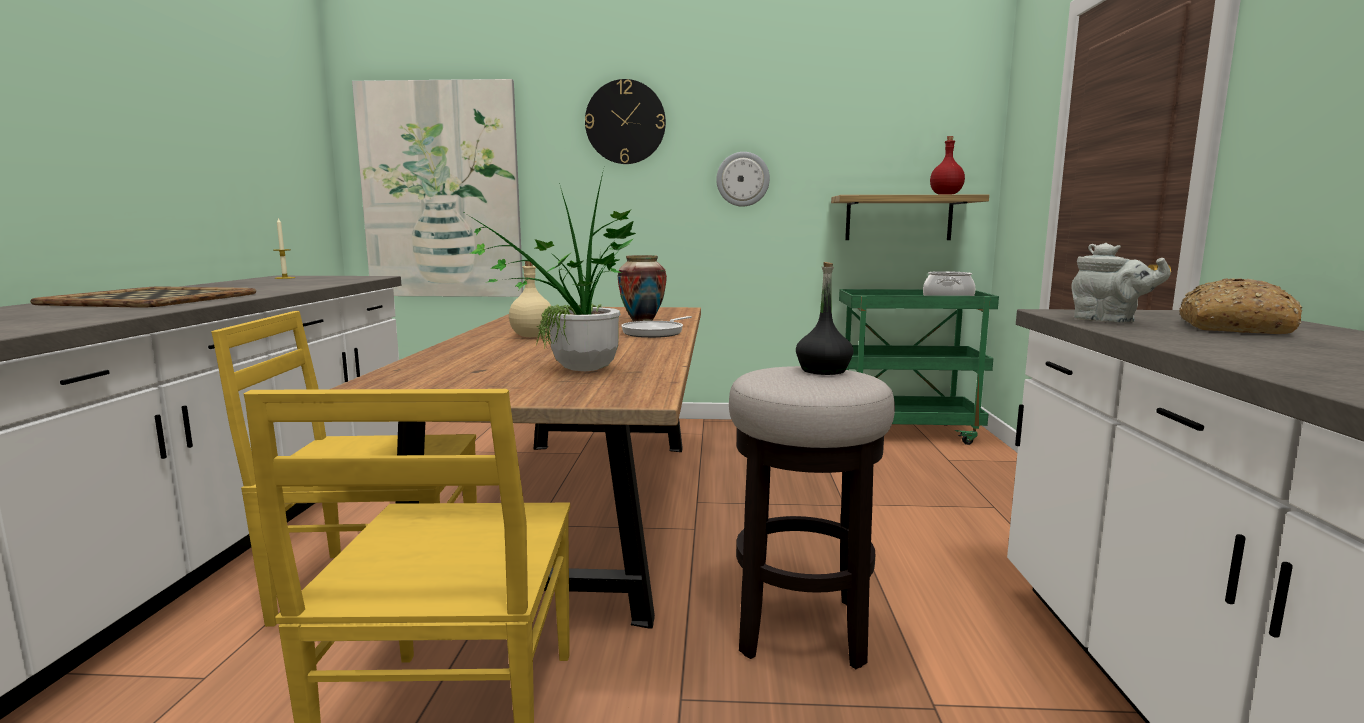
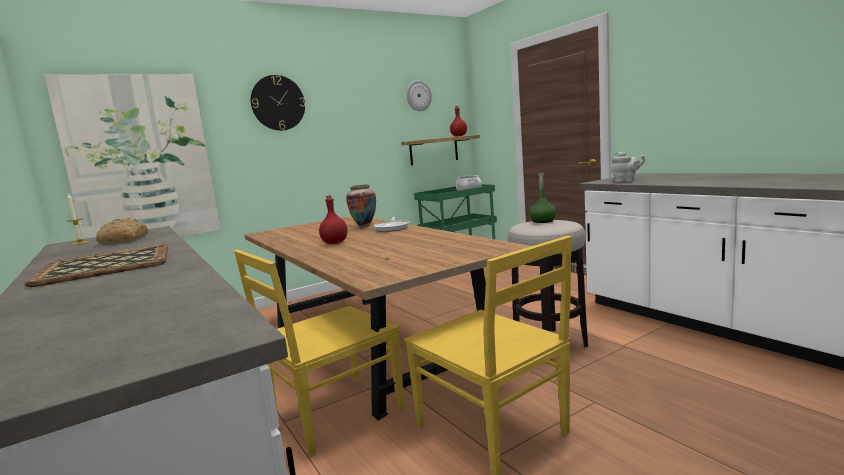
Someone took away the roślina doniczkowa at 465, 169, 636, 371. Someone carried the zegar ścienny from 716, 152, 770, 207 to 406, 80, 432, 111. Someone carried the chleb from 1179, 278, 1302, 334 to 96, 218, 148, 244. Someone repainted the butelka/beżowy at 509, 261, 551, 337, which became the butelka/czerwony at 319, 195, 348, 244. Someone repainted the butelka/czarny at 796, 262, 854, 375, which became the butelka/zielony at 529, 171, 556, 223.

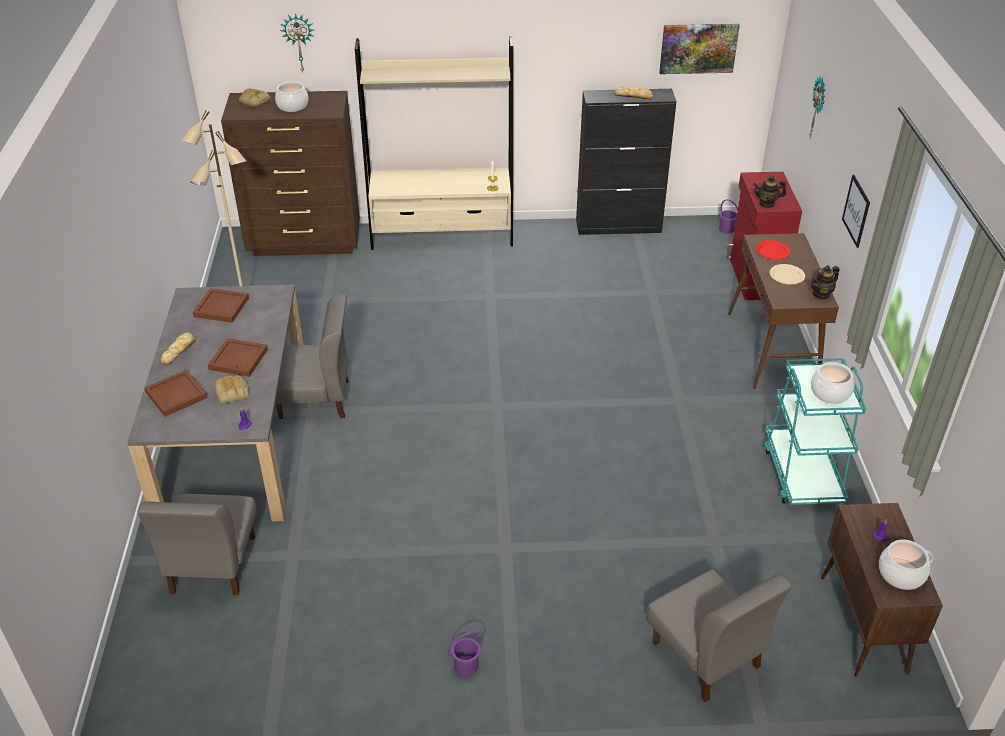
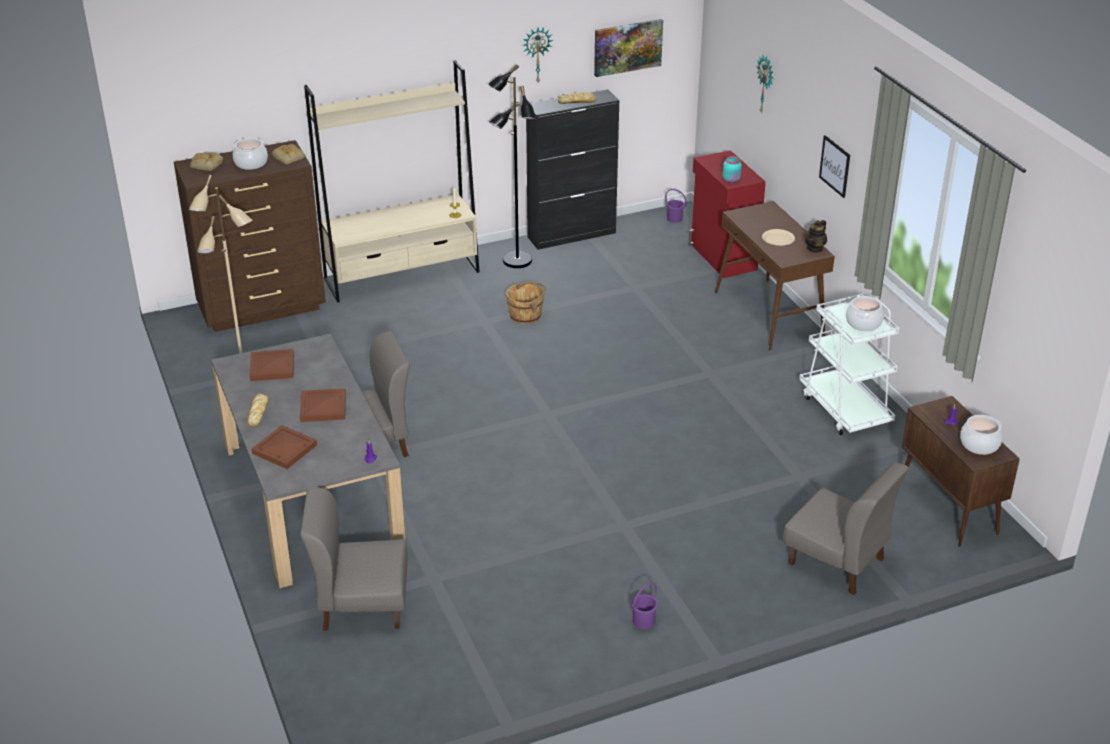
Someone took away the talerz/czerwony at 756, 240, 791, 260. Someone put down the lampa stojąca/czarny at 488, 64, 536, 268. Someone put down the wiadro/brązowy at 506, 281, 546, 324. Someone carried the chleb from 215, 375, 249, 403 to 272, 144, 305, 164. Someone carried the zegar ścienny from 280, 13, 314, 72 to 522, 27, 553, 82. Someone swapped the imbryk at 753, 176, 786, 208 for the słoik/turkusowy at 723, 156, 742, 183. Someone repainted the wózek/turkusowy at 764, 358, 866, 505, which became the wózek/biały at 799, 294, 899, 435. Someone rotated the krzesło/szary at 138, 494, 257, 595 by 105 degrees clockwise.

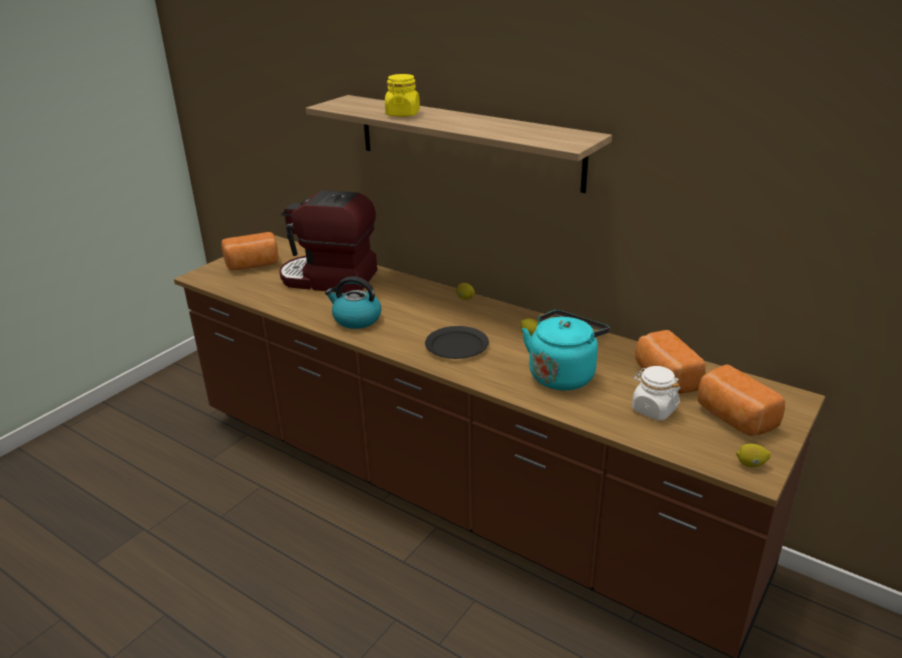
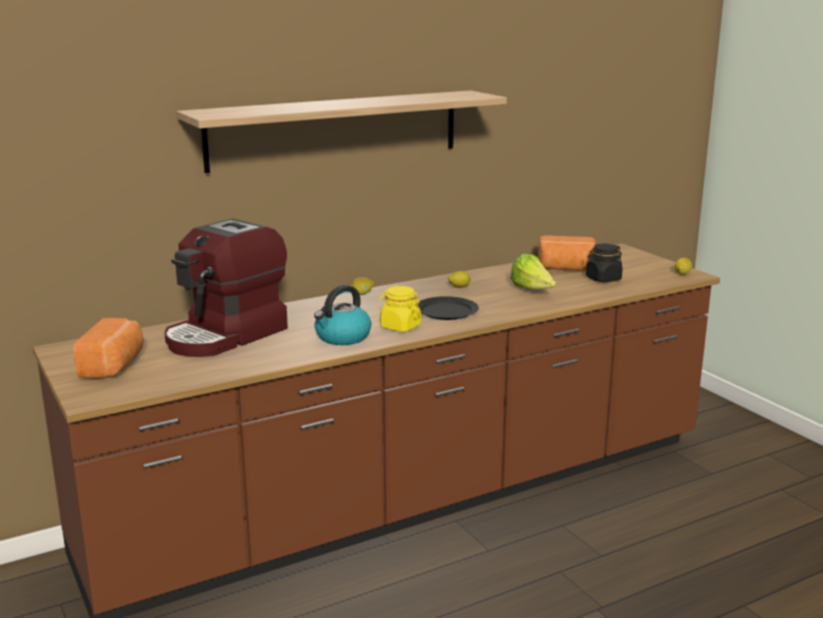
Someone took away the chleb at 698, 364, 785, 436. Someone carried the słoik/żółty from 385, 74, 420, 117 to 380, 286, 421, 332. Someone swapped the czajnik/turkusowy at 522, 310, 609, 390 for the sałata at 510, 254, 556, 290. Someone repainted the słoik/biały at 632, 366, 681, 420, which became the słoik/czarny at 586, 244, 622, 282.

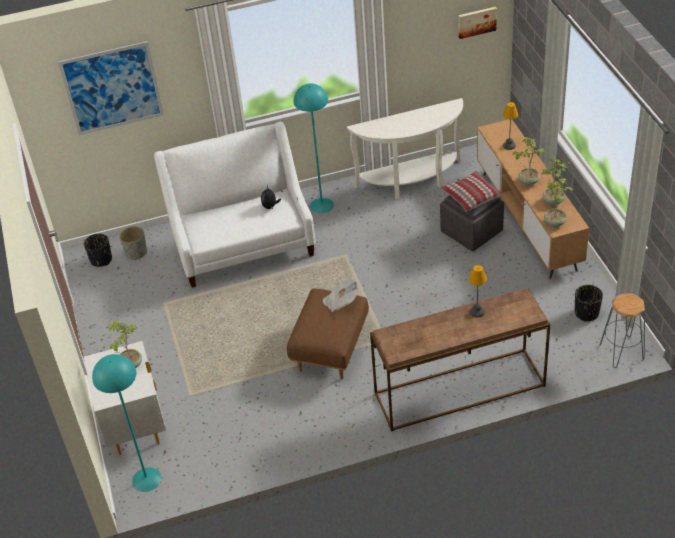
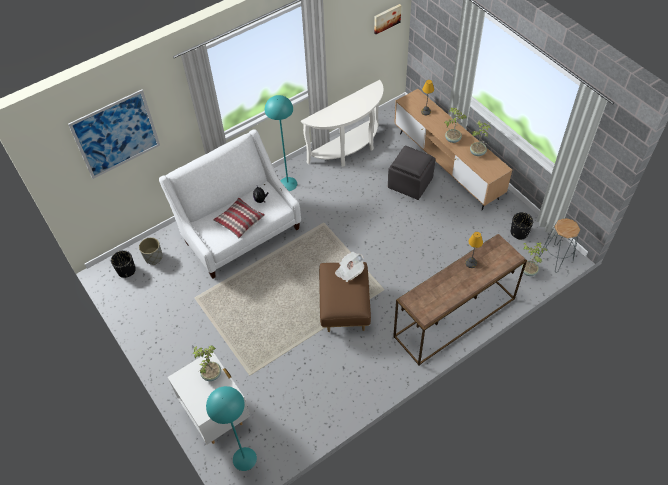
Someone carried the poduszka from 441, 171, 503, 211 to 213, 198, 265, 239. Someone carried the roślina doniczkowa from 544, 179, 572, 227 to 521, 242, 547, 276.

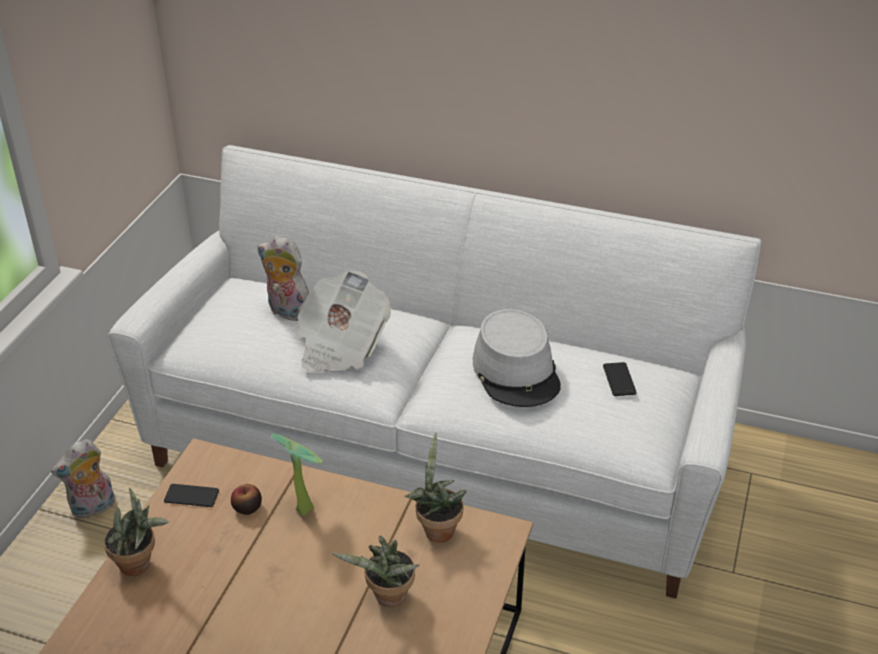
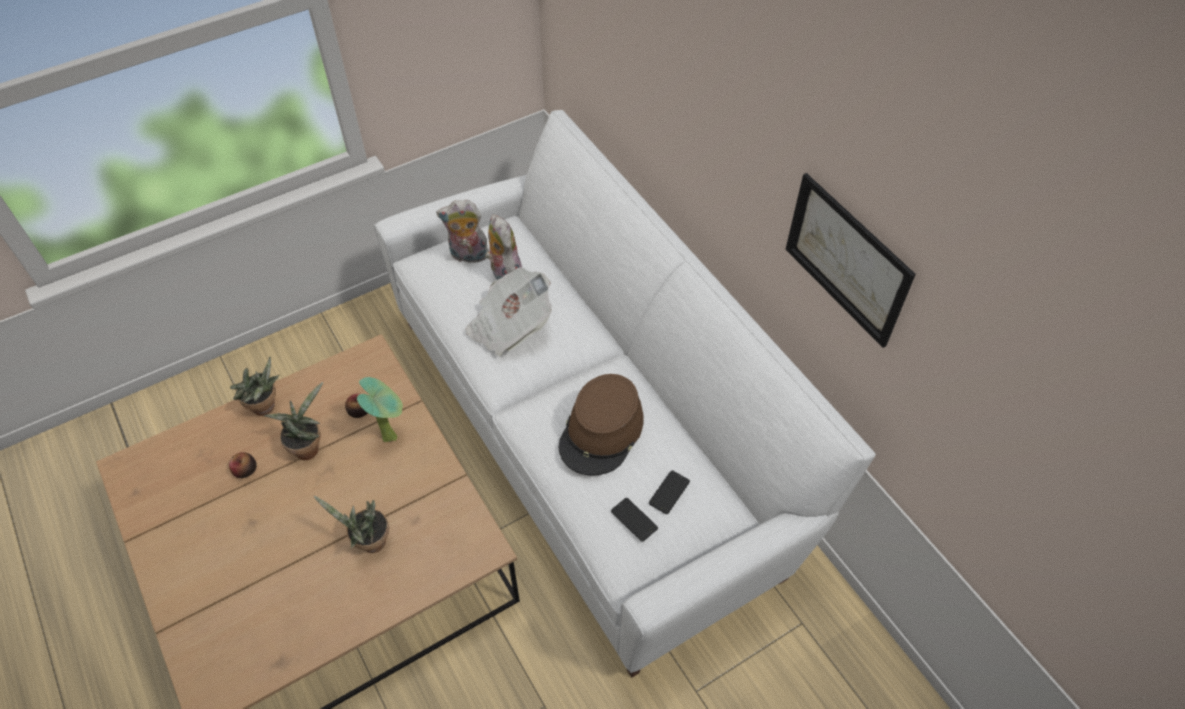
Someone put down the jabłko at 229, 452, 257, 478. Someone put up the obraz at 785, 173, 916, 348. Someone carried the pluszak from 51, 439, 115, 519 to 436, 200, 489, 263. Someone carried the telefon from 164, 484, 219, 507 to 611, 498, 658, 542. Someone carried the roślina doniczkowa from 405, 432, 467, 543 to 264, 382, 323, 460. Someone repainted the kapelusz/szary at 473, 309, 561, 407, which became the kapelusz/brązowy at 558, 374, 644, 476.

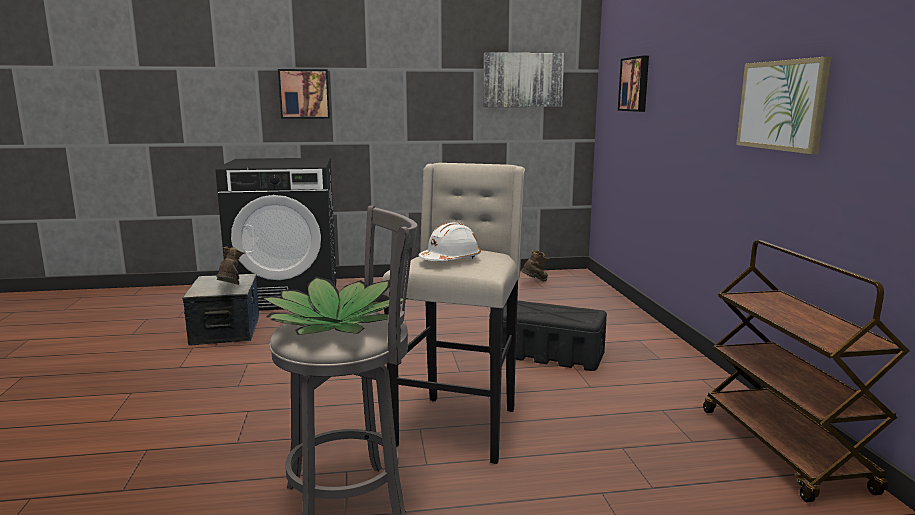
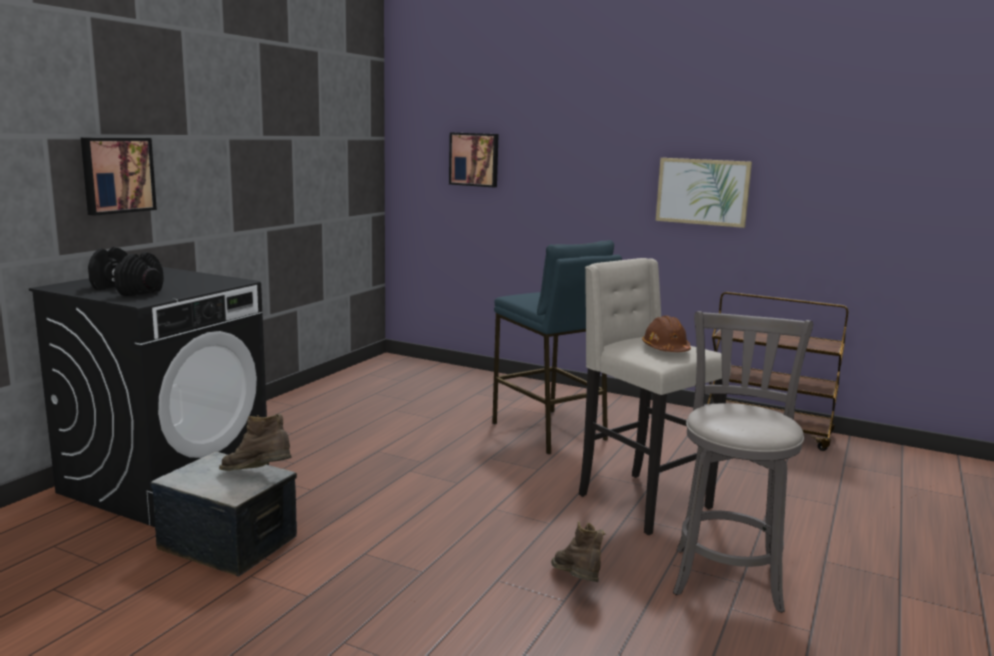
Someone took away the roślina doniczkowa at 262, 276, 408, 335. Someone took away the obraz at 483, 52, 564, 107. Someone put down the hantel/czarny at 88, 247, 164, 296. Someone carried the but z cholewką/brązowy from 521, 251, 549, 281 to 551, 521, 606, 582. Someone swapped the pojemnik do przechowywania/czarny at 489, 300, 607, 371 for the stołek/niebieski at 492, 240, 622, 455. Someone repainted the kask/biały at 418, 222, 481, 261, which became the kask/brązowy at 642, 315, 691, 352.

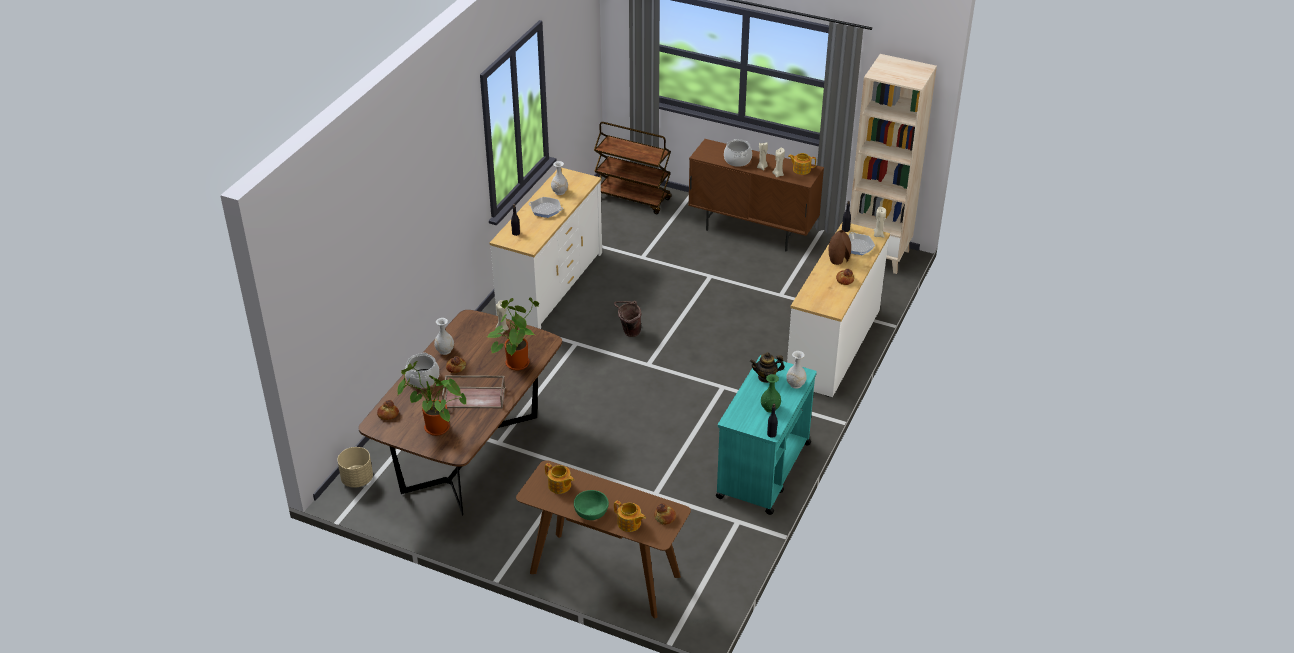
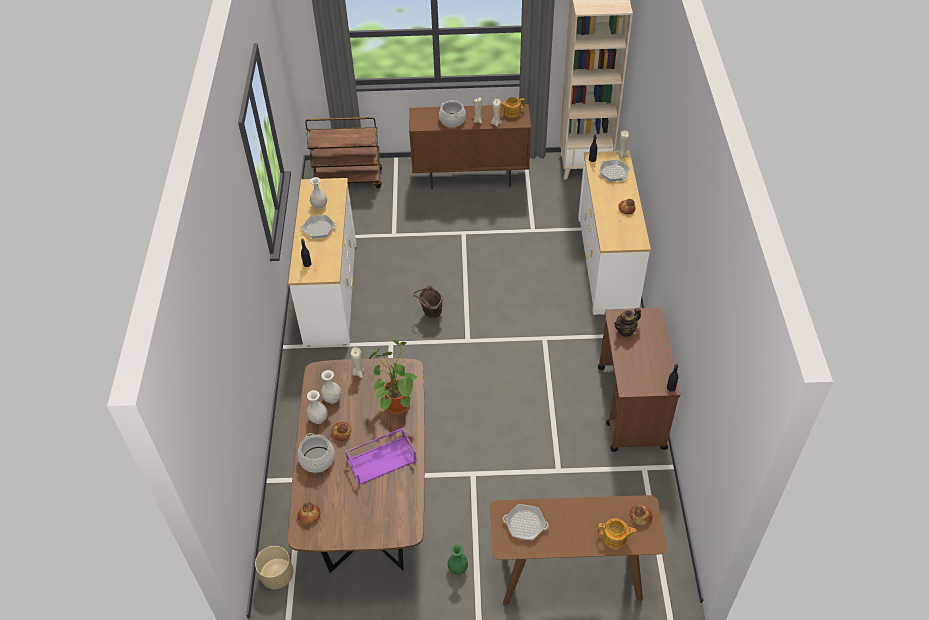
Someone took away the roślina doniczkowa at 398, 361, 467, 436. Someone took away the miska/zielony at 574, 490, 609, 520. Someone took away the wazon/brązowy at 828, 230, 851, 265. Someone carried the wazon/zielony from 761, 374, 781, 412 to 448, 544, 468, 575. Someone carried the wazon/biały from 786, 351, 807, 389 to 321, 370, 342, 404. Someone swapped the imbryk at 545, 463, 574, 494 for the patelnia at 503, 504, 549, 540. Someone repainted the taca/brązowy at 442, 375, 505, 408, which became the taca/fioletowy at 346, 428, 417, 485. Someone repainted the wózek/turkusowy at 716, 355, 817, 515, which became the wózek/brązowy at 598, 308, 681, 452.

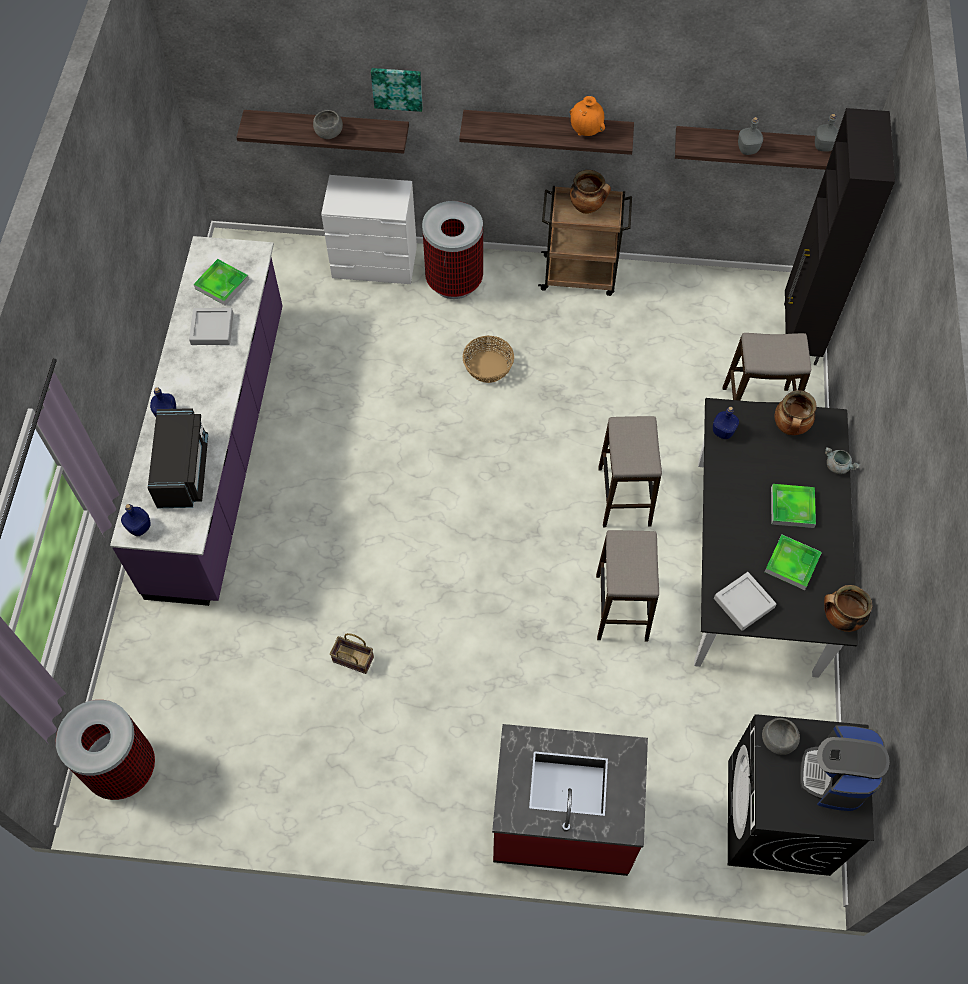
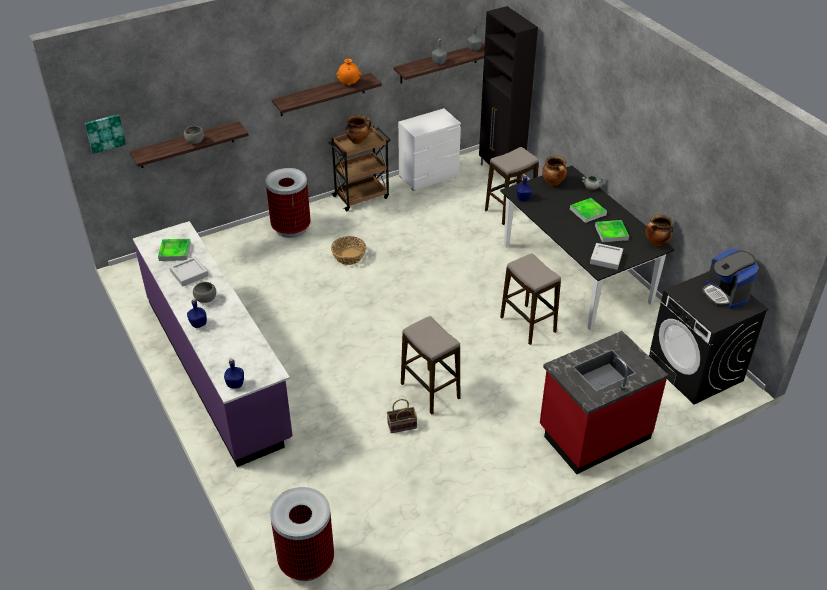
Someone took away the mikrofalówka/czarny at 148, 408, 208, 508. Someone carried the komoda/biały from 321, 175, 417, 284 to 398, 108, 461, 191. Someone carried the obraz from 371, 68, 423, 112 to 85, 114, 126, 154. Someone carried the stołek from 598, 416, 662, 527 to 401, 316, 461, 415. Someone carried the miska/szary from 762, 718, 800, 755 to 193, 282, 216, 303.

